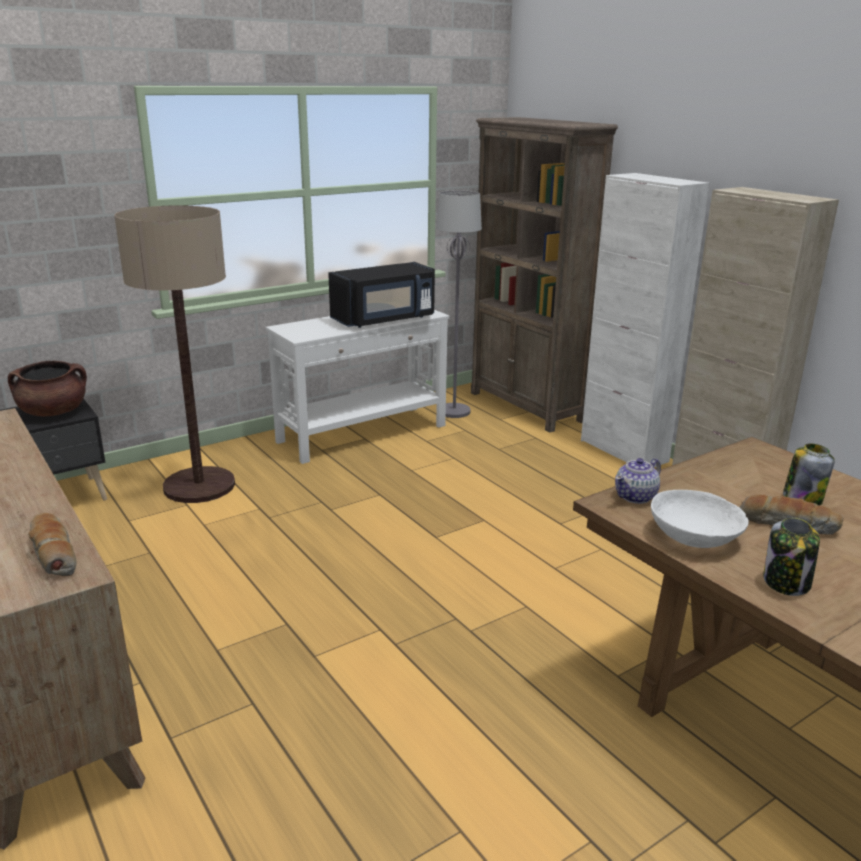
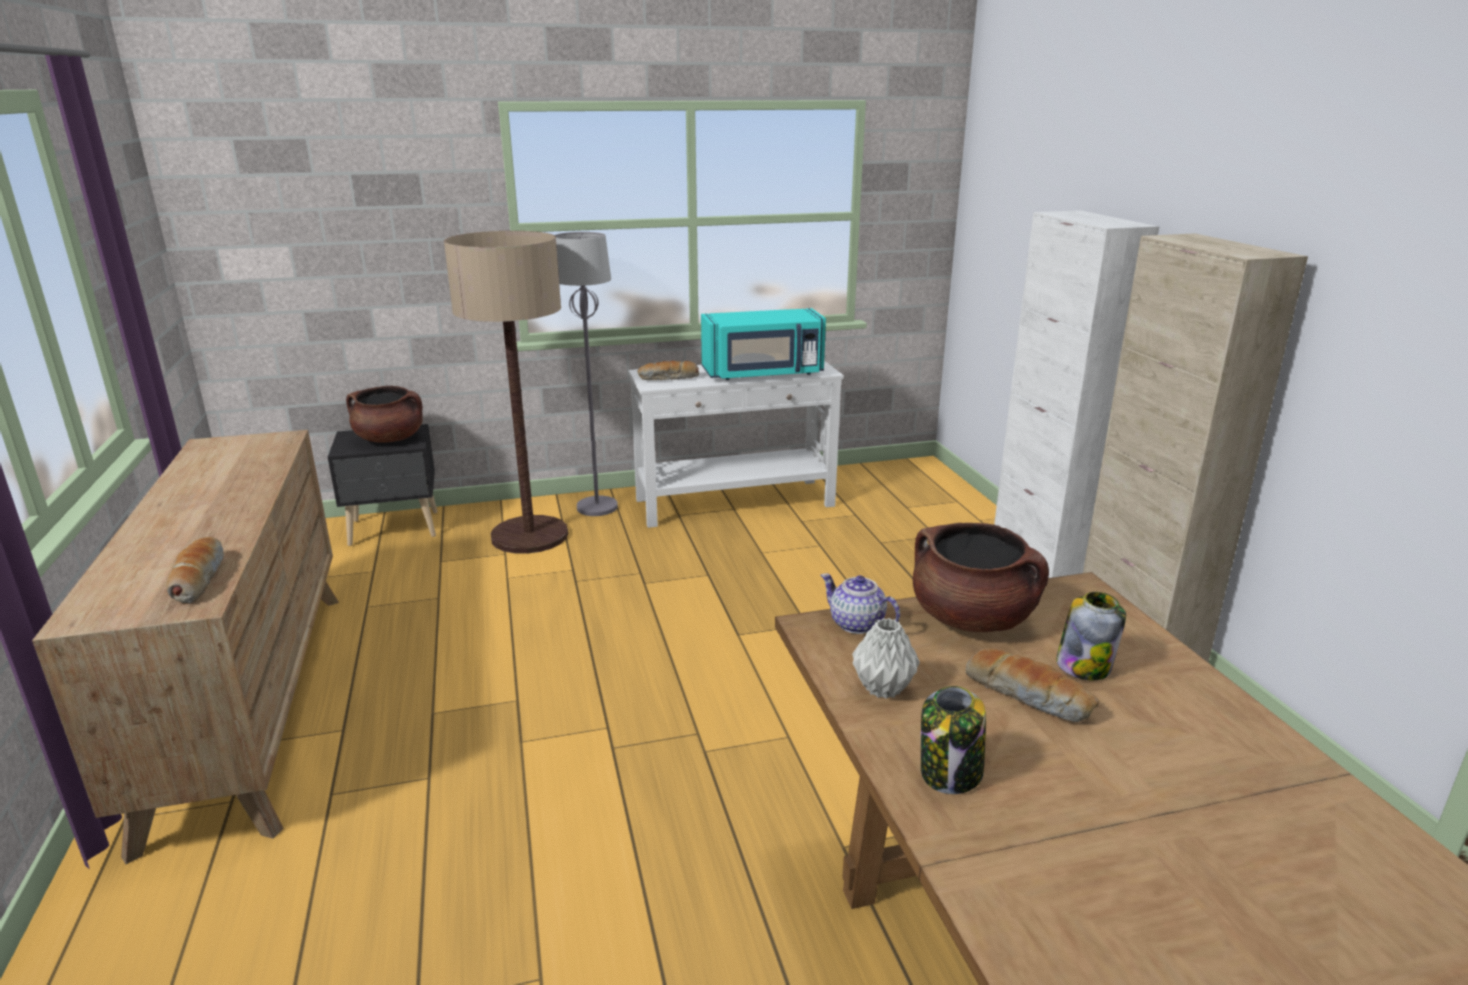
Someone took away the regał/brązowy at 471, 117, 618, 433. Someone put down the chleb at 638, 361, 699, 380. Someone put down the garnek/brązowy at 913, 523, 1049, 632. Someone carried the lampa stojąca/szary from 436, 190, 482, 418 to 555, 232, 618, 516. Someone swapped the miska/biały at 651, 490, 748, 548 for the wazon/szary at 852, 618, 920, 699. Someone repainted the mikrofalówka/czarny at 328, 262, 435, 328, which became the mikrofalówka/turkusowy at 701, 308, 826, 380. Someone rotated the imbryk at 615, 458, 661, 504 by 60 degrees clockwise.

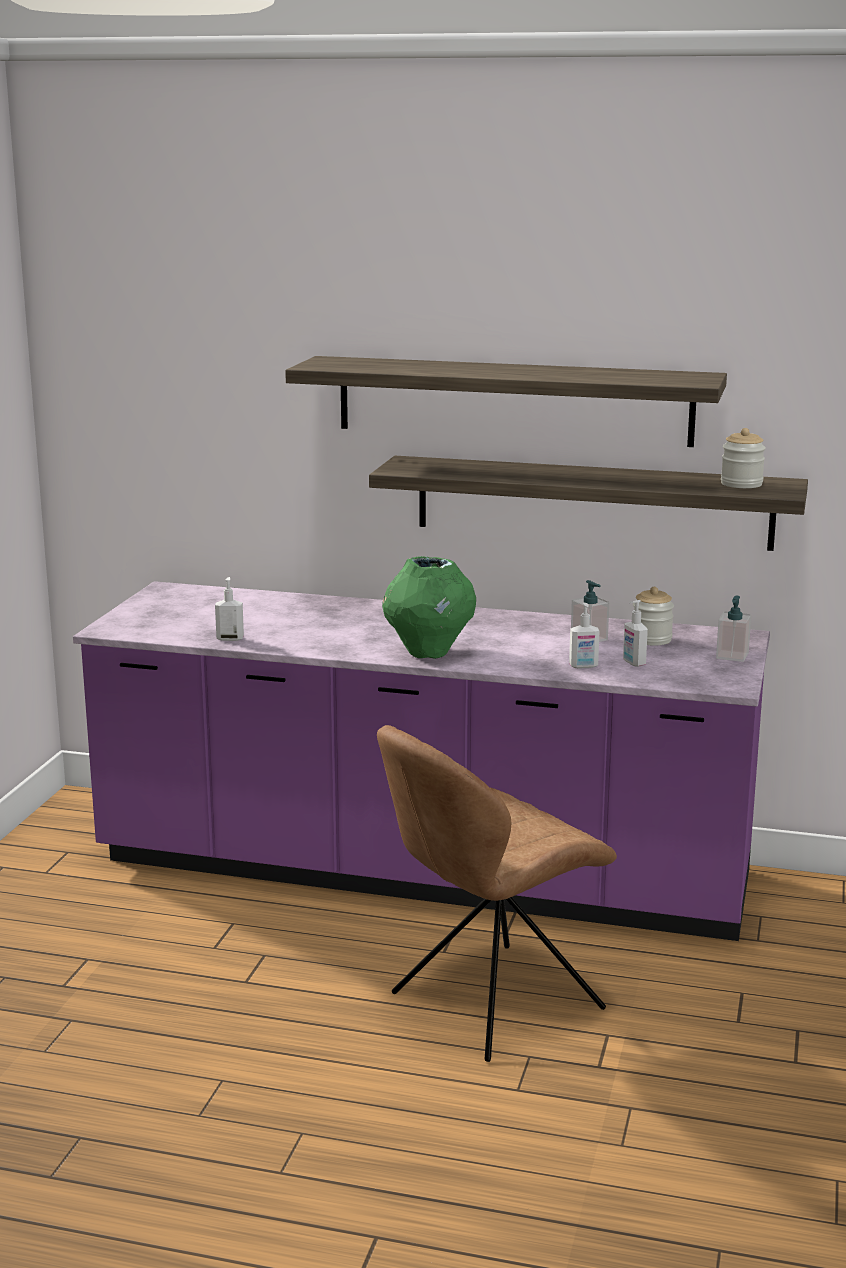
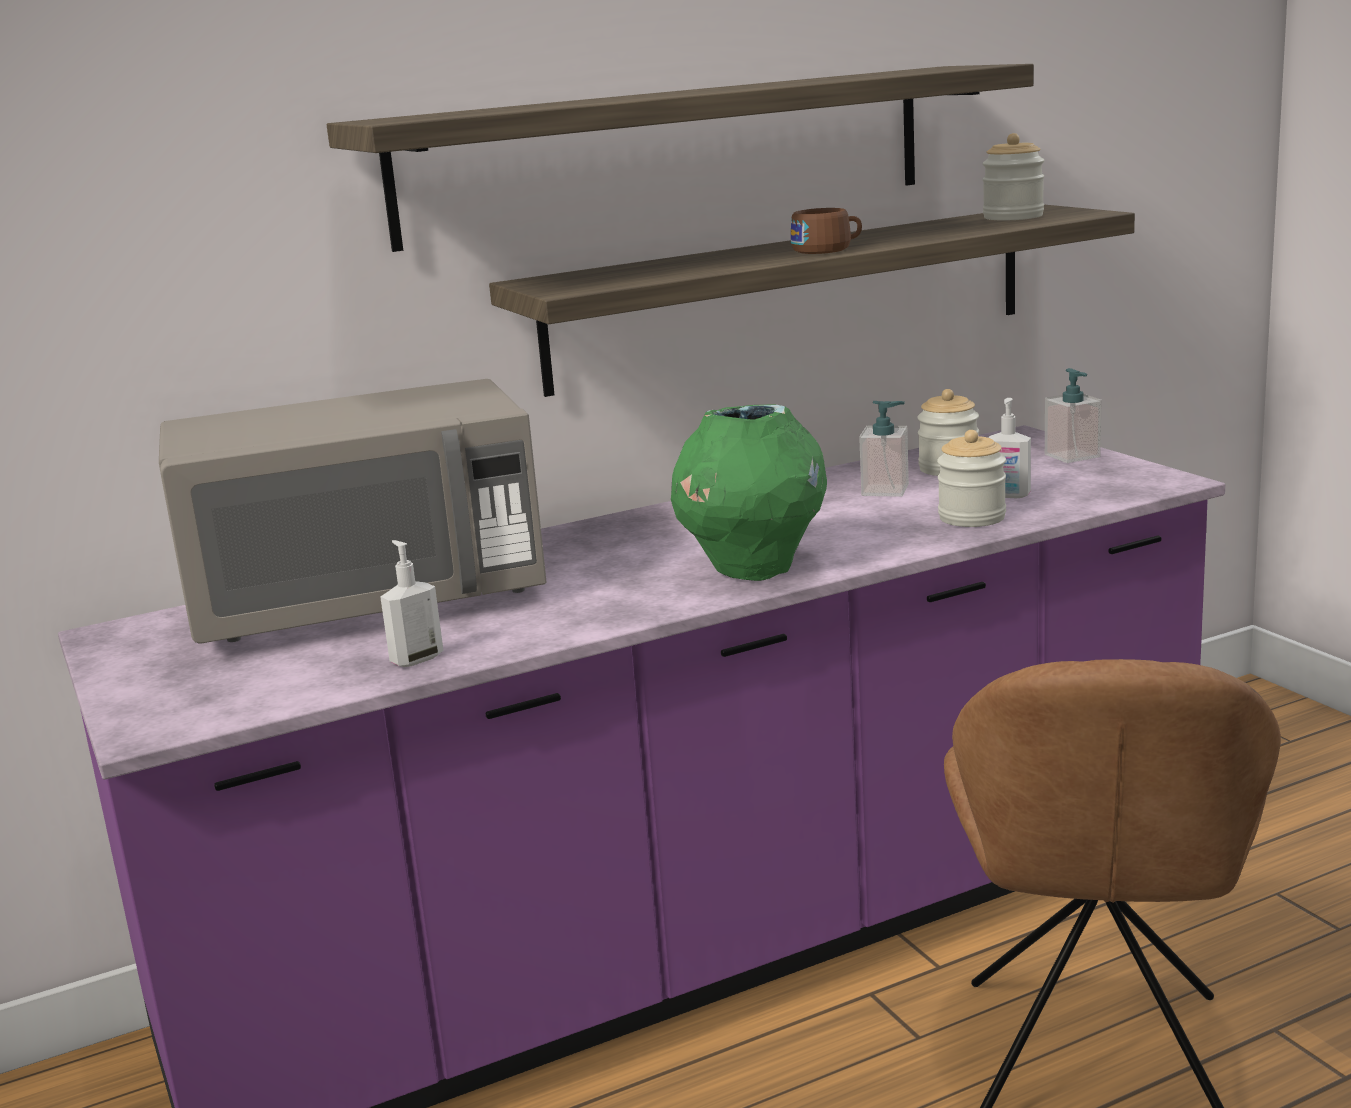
Someone put down the mikrofalówka/szary at 159, 379, 546, 643. Someone put down the filiżanka/brązowy at 791, 208, 862, 254. Someone swapped the dozownik mydła at 569, 603, 600, 669 for the słoik at 937, 430, 1006, 527.

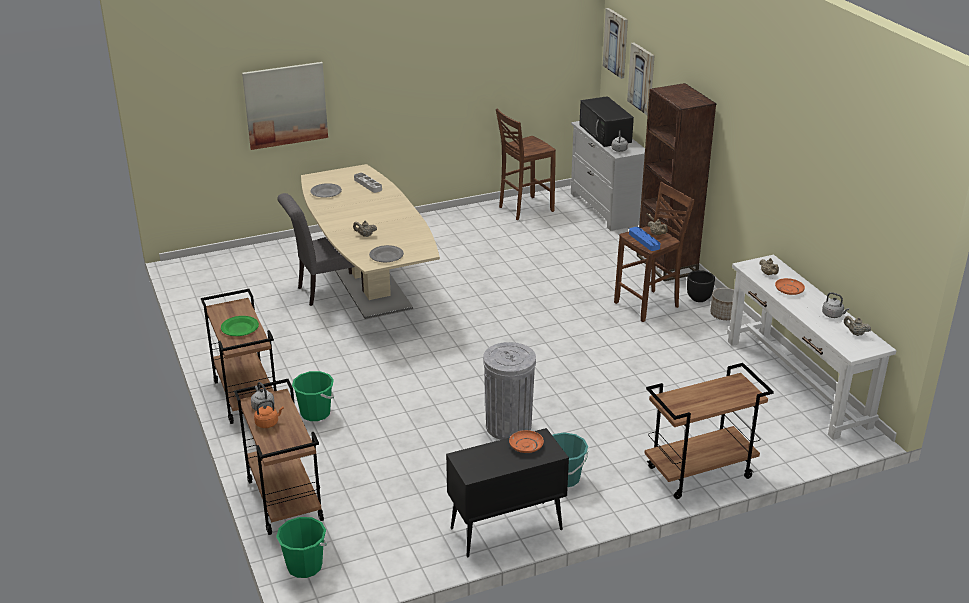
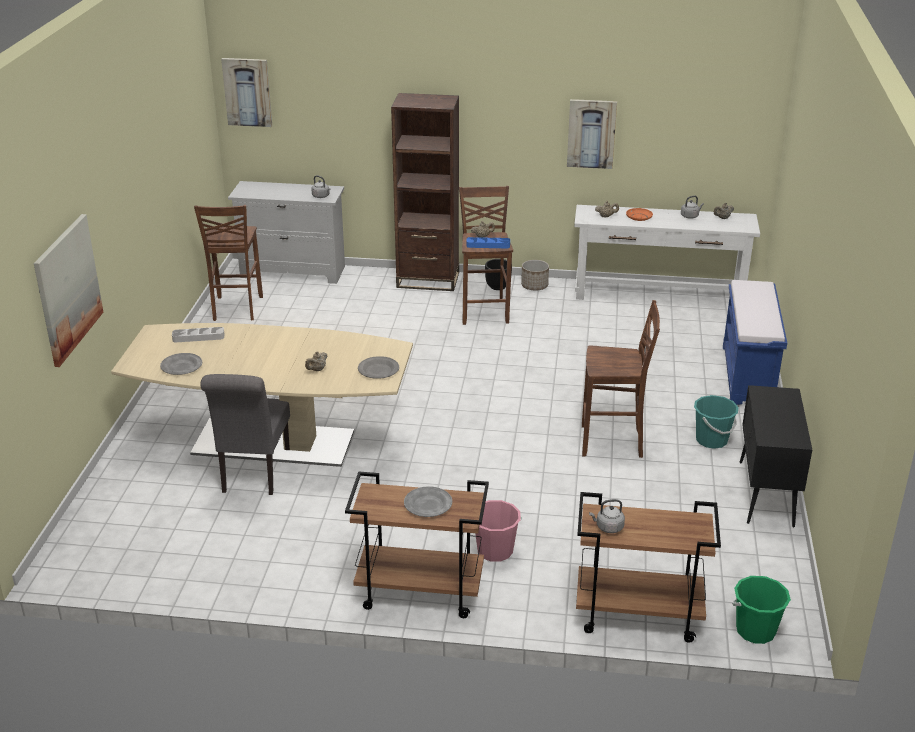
Someone took away the czajnik/pomarańczowy at 254, 400, 284, 428. Someone took away the talerz/pomarańczowy at 509, 430, 544, 453. Someone took away the mikrofalówka/czarny at 579, 96, 634, 147. Someone carried the obraz from 627, 42, 655, 115 to 567, 99, 617, 169. Someone swapped the kosz na śmieci/szary at 483, 342, 536, 440 for the stołek/brązowy at 582, 300, 660, 458. Someone swapped the wózek/brązowy at 644, 363, 774, 499 for the ławka/niebieski at 723, 280, 787, 405. Someone repainted the talerz/zielony at 221, 316, 259, 336, which became the talerz/szary at 404, 486, 452, 517. Someone repainted the wiadro/zielony at 292, 371, 335, 421, which became the wiadro/różowy at 475, 500, 522, 562.

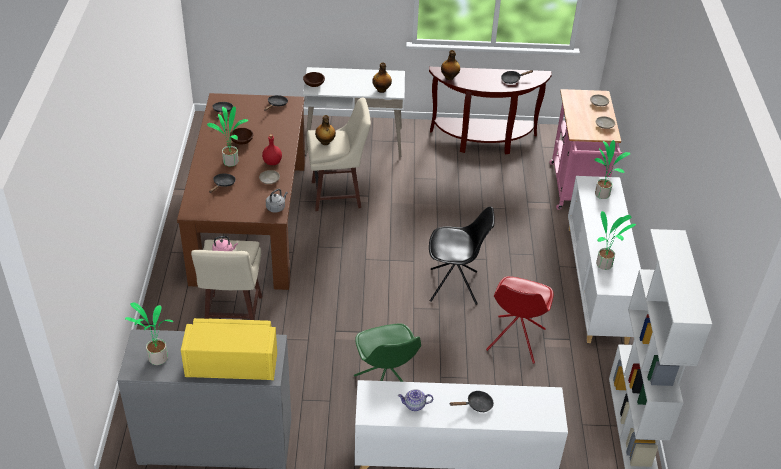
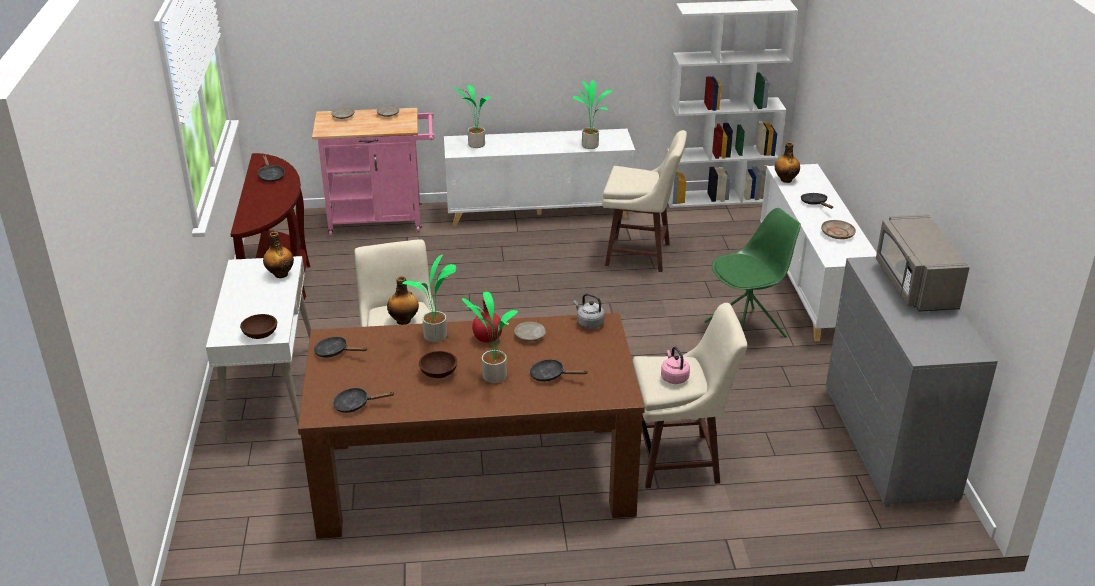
Someone took away the krzesło/czarny at 429, 207, 495, 305. Someone carried the roślina doniczkowa from 125, 302, 173, 365 to 402, 254, 456, 342. Someone carried the butelka from 441, 50, 460, 80 to 775, 142, 800, 183. Someone swapped the imbryk at 398, 389, 433, 411 for the talerz/beżowy at 821, 220, 856, 239. Someone swapped the krzesło/czerwony at 486, 276, 554, 364 for the stołek/beżowy at 602, 130, 687, 272. Someone repainted the mikrofalówka/żółty at 181, 318, 277, 380, which became the mikrofalówka/szary at 876, 214, 970, 312.

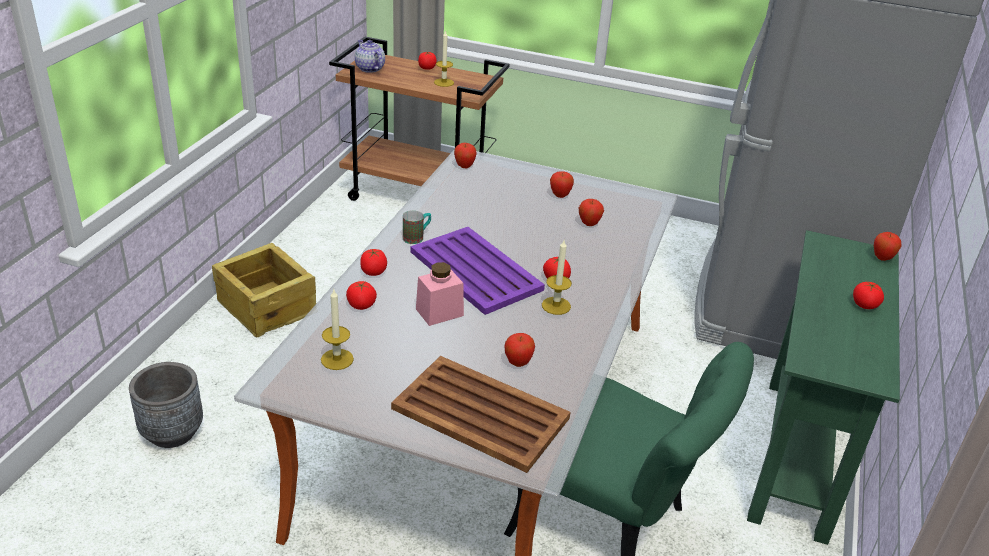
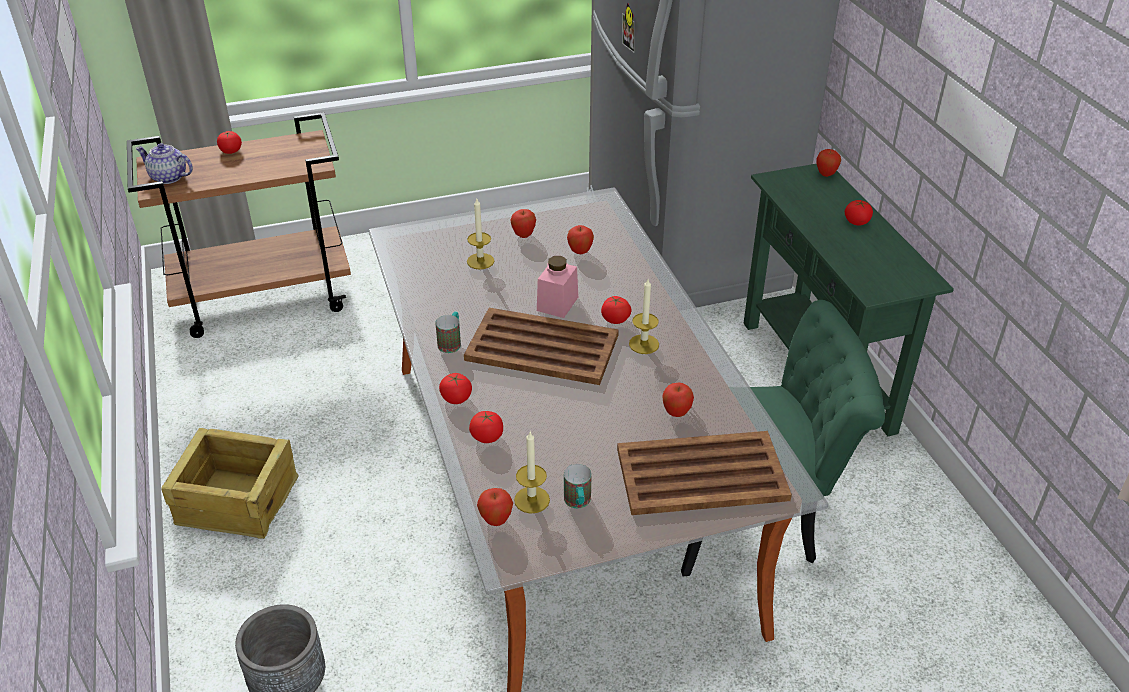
Someone put down the kubek at 564, 464, 592, 508. Someone carried the słoik/różowy from 416, 262, 464, 326 to 537, 256, 578, 318. Someone carried the świeca from 434, 30, 454, 87 to 467, 199, 494, 270. Someone carried the jabłko from 454, 143, 477, 168 to 477, 488, 513, 526. Someone repainted the taca/fioletowy at 410, 227, 545, 315, which became the taca/brązowy at 464, 308, 619, 385.

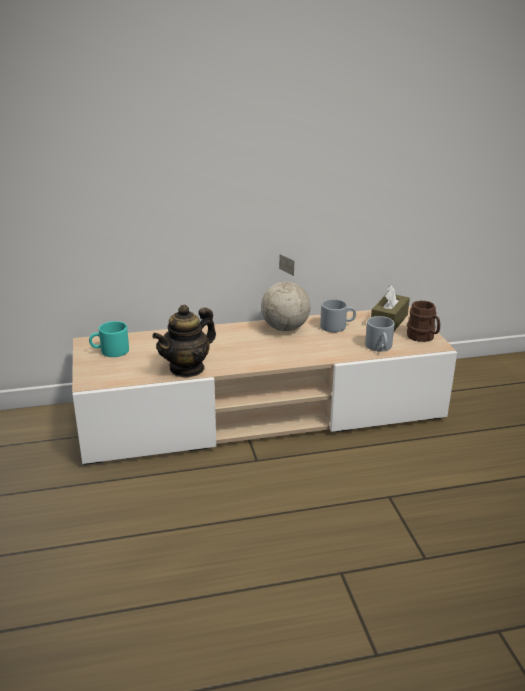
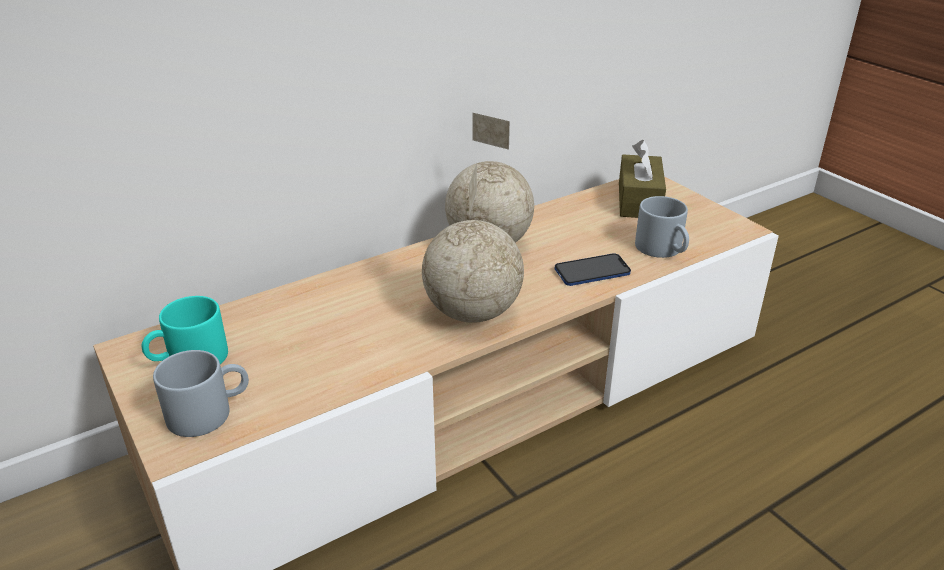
Someone took away the imbryk at 152, 305, 216, 378. Someone took away the kubek/brązowy at 407, 301, 440, 342. Someone put down the globus at 422, 163, 524, 323. Someone put down the telefon at 555, 253, 631, 286. Someone carried the kubek/szary from 320, 299, 356, 332 to 153, 350, 249, 437.

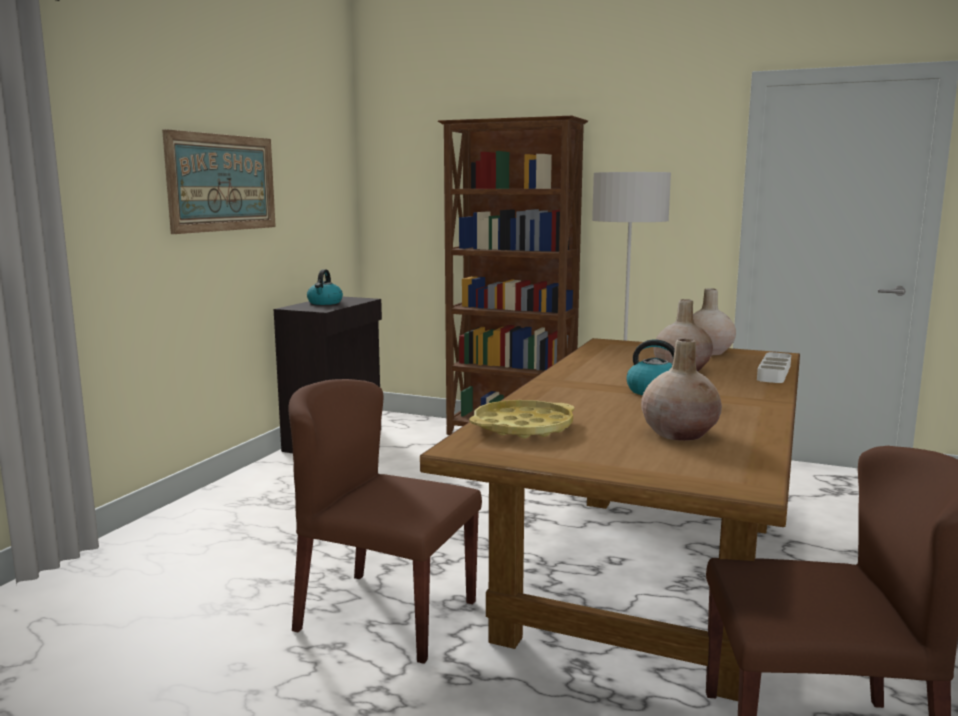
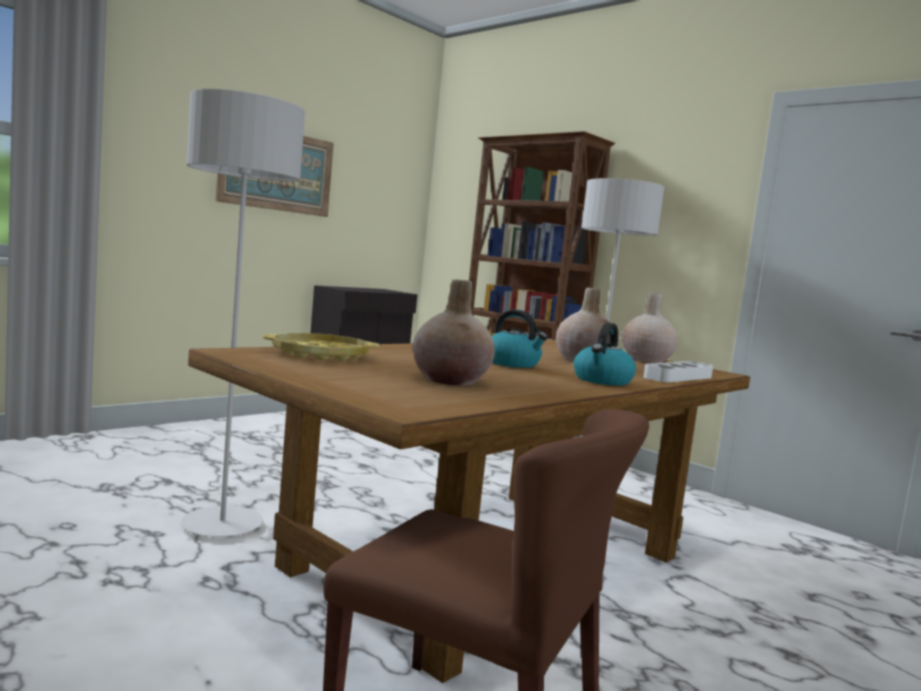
Someone carried the czajnik from 307, 269, 343, 305 to 573, 322, 636, 386. Someone swapped the krzesło/brązowy at 288, 379, 482, 664 for the lampa stojąca/szary at 181, 89, 305, 537.

